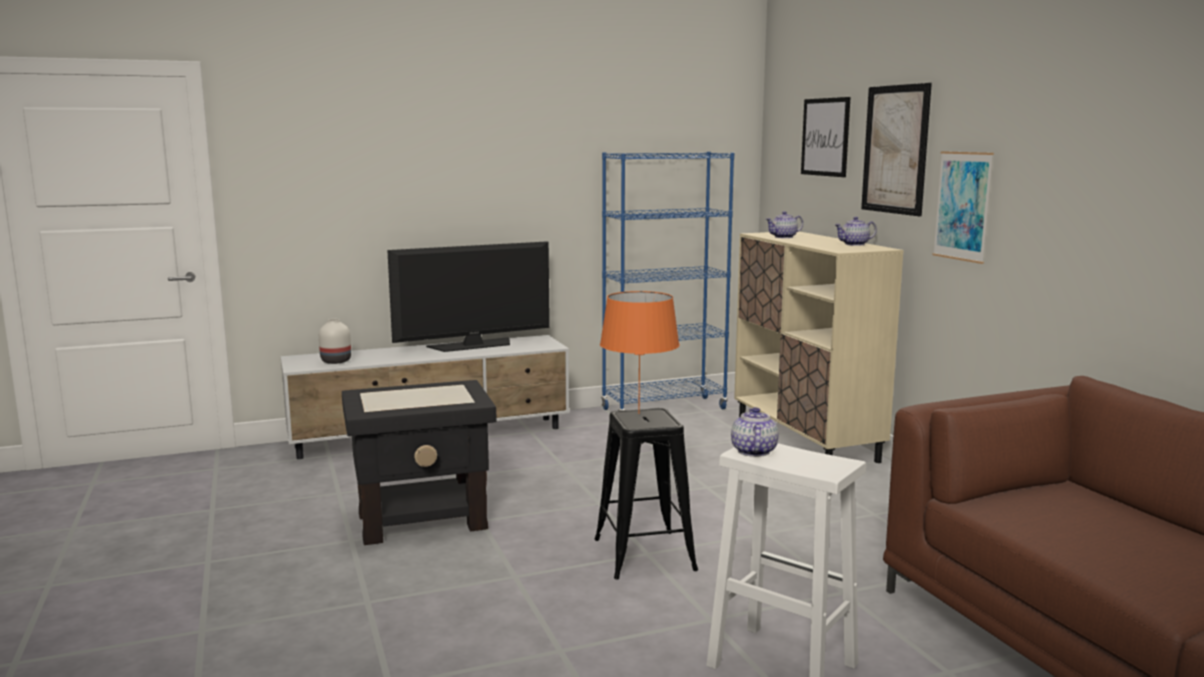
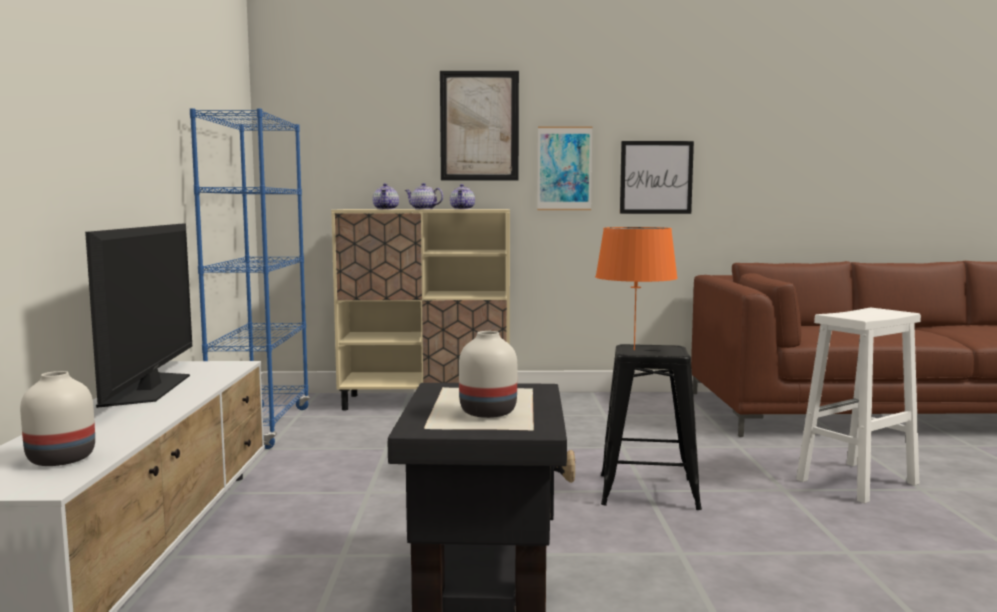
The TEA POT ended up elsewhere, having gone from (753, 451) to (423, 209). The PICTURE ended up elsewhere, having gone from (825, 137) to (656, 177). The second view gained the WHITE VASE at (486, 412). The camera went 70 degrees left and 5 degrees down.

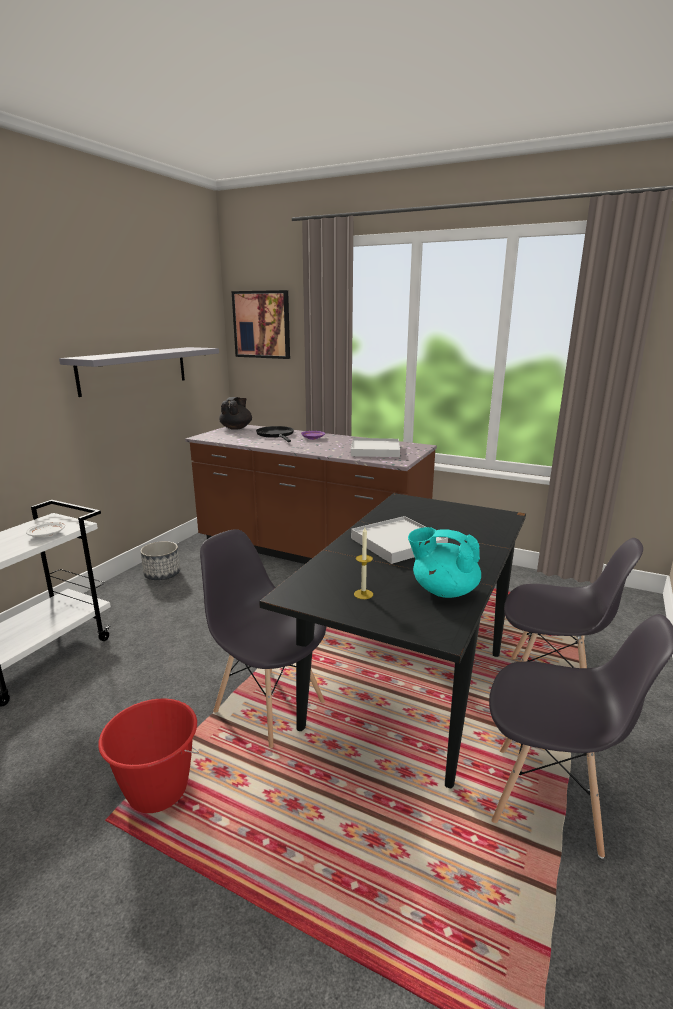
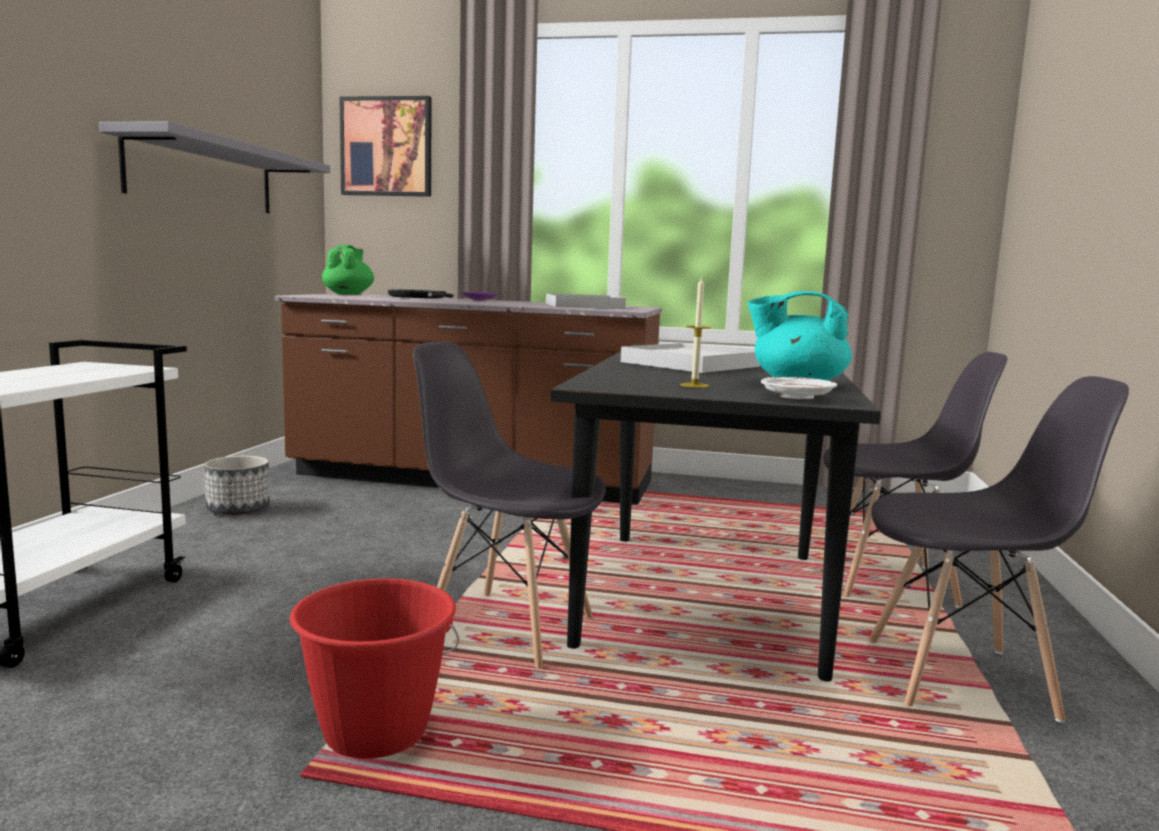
The WHITE DINNER PLATE ended up elsewhere, having gone from (47, 535) to (797, 397). What was the BLACK-COLOURED TEA POT at (236, 428) turned into the GREEN-COLOURED TEA POT at (348, 294). The camera went 15 degrees left and 10 degrees down.

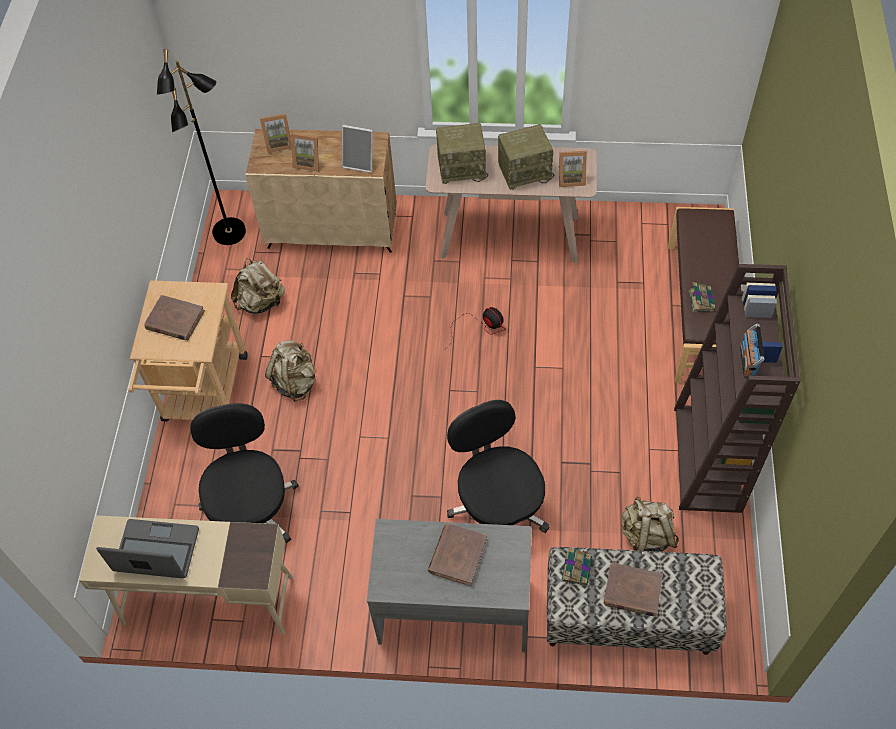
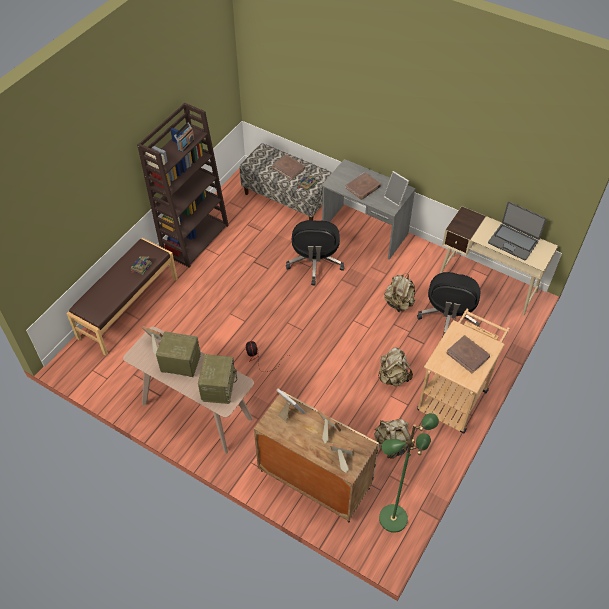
What was the BLACK-COLOURED STANDARD LAMP at (230, 233) turned into the GREEN-COLOURED STANDARD LAMP at (393, 517). The RADIO SET at (462, 167) ended up facing another way, 75 degrees clockwise from before. The BEIGE BACKPACK ended up elsewhere, having gone from (646, 536) to (399, 303). The second view gained the PICTURE FRAME at (396, 198). The camera went 155 degrees left and 5 degrees down.

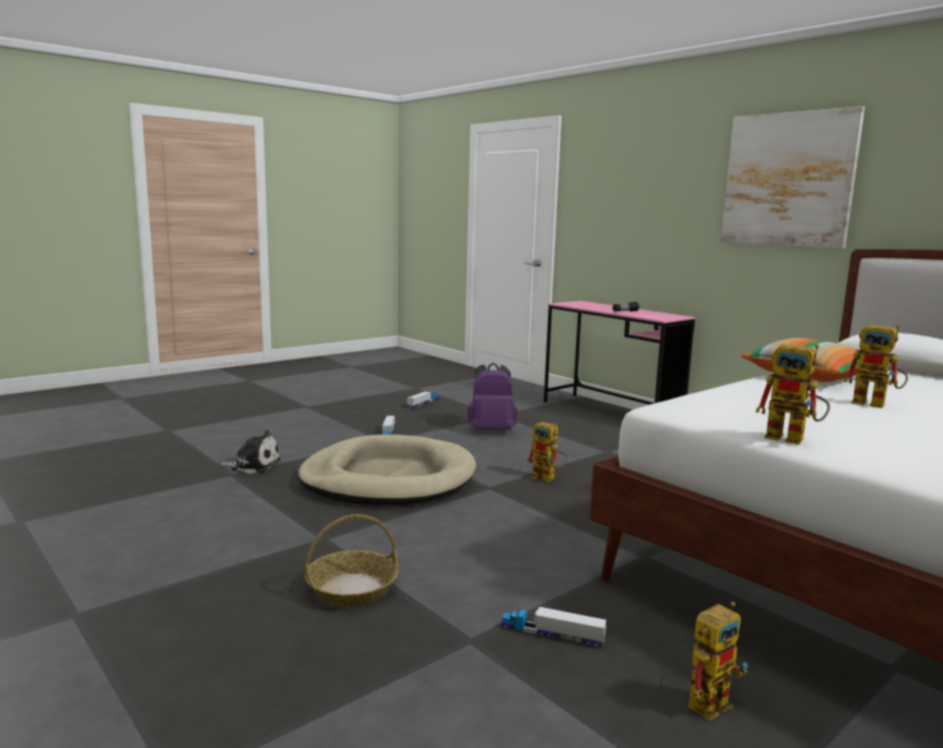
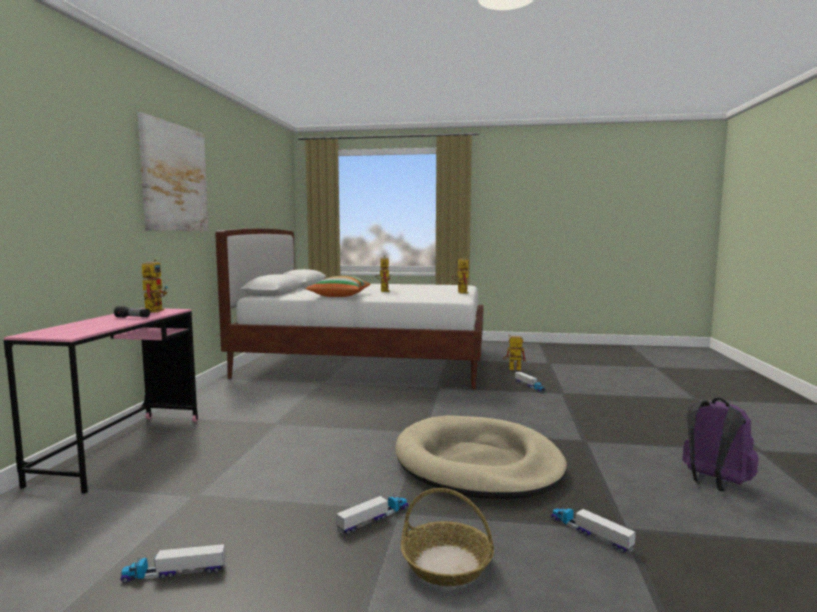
Where the PLUSH TOY stood at (253, 465), the TOY LORRY came to stand at (590, 534). The STORAGE BASKET ended up elsewhere, having gone from (352, 588) to (446, 564). The PURPLE BACKPACK ended up elsewhere, having gone from (491, 430) to (714, 483). The TOY ROBOT ended up elsewhere, having gone from (548, 478) to (154, 310). The camera went 130 degrees left and 5 degrees down.

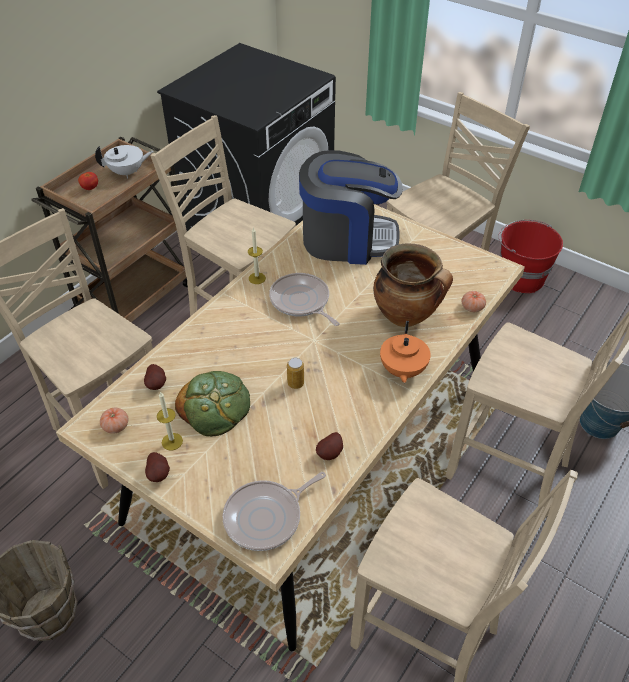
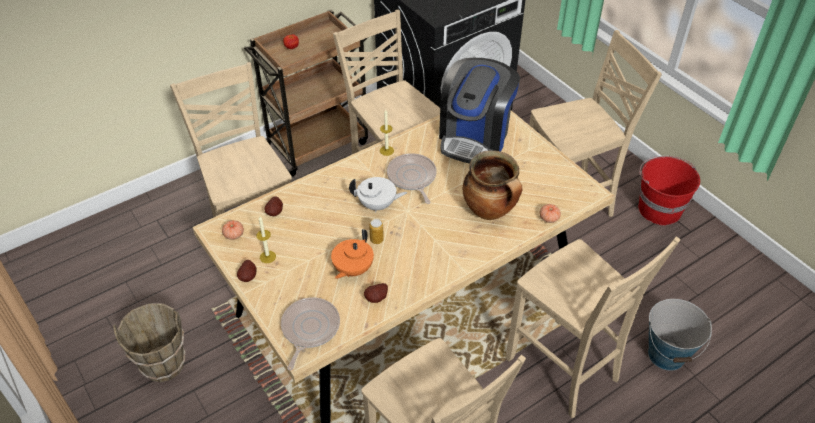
The WHITE TEA POT ended up elsewhere, having gone from (127, 172) to (377, 205). The second view lost the BAKERY BREAD at (214, 405). The SKILLET at (266, 517) ended up facing another way, 120 degrees clockwise from before. The COFFEE MAKER at (347, 239) ended up facing another way, 90 degrees clockwise from before. The ORANGEY TEA POT ended up elsewhere, having gone from (402, 370) to (352, 269). The camera went 20 degrees right and 0 degrees up.

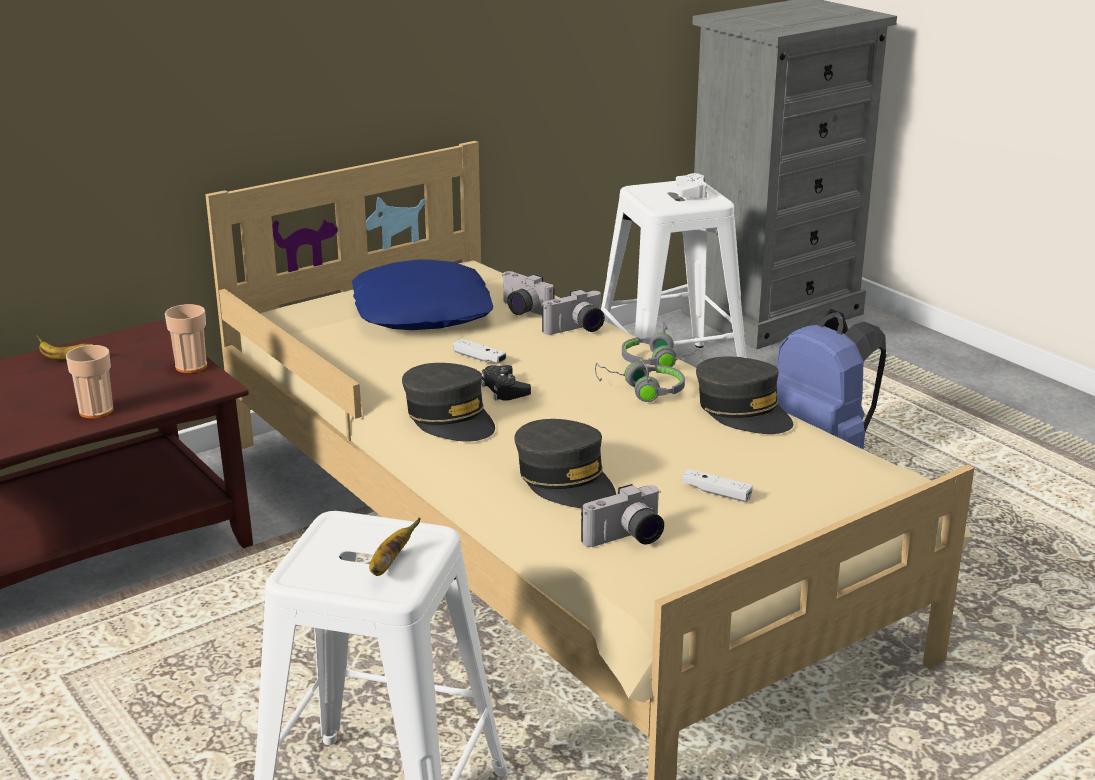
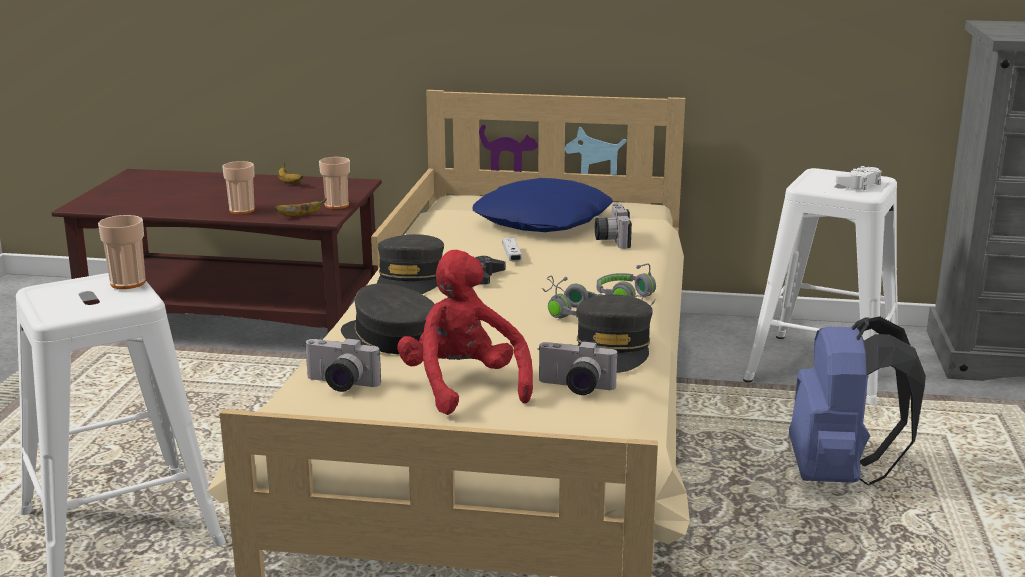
The WHOLE BANANA ended up elsewhere, having gone from (389, 564) to (300, 216). The GREYISH CAP at (565, 480) ended up facing another way, 120 degrees clockwise from before. The STILL CAMERA ended up elsewhere, having gone from (577, 330) to (575, 388). Where the WHITE GAME CONTROLLER stood at (716, 493), the RED-COLOURED PLUSH TOY came to stand at (463, 386). The second view gained the CUP at (128, 283). The camera went 45 degrees right and 5 degrees down.

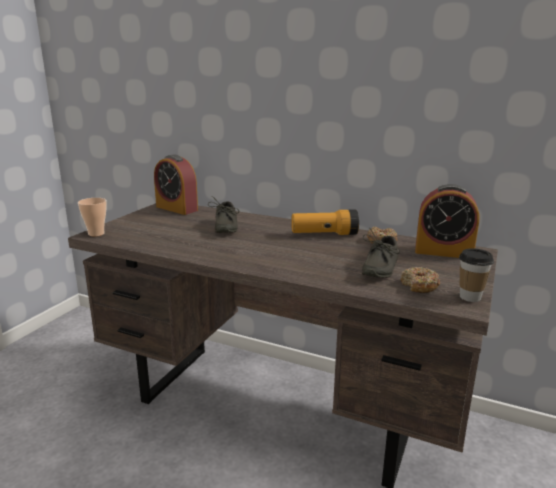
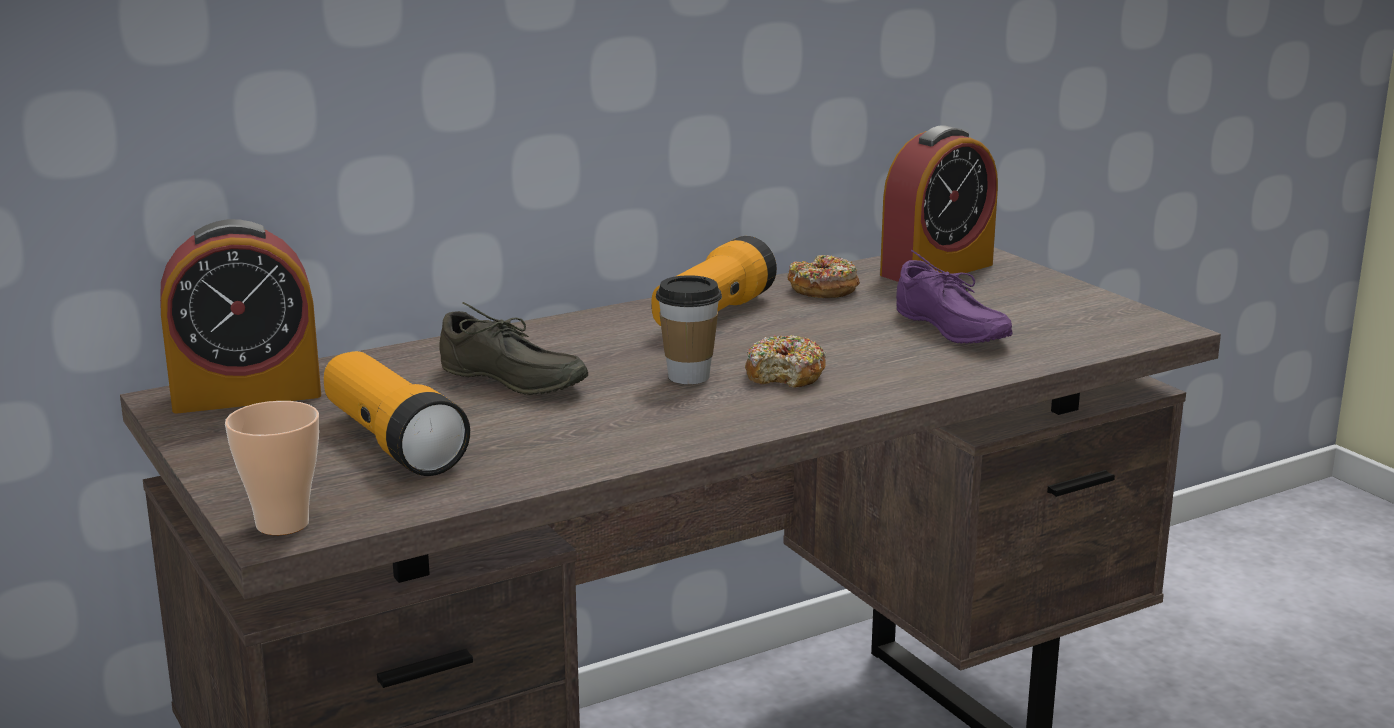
What was the GREYISH ITEM OF FOOTWEAR at (377, 268) turned into the PURPLE ITEM OF FOOTWEAR at (947, 330). The DOUGHNUT ended up elsewhere, having gone from (419, 286) to (785, 375). The CUP ended up elsewhere, having gone from (470, 297) to (688, 376). The second view gained the FLASHLIGHT at (393, 442). The camera went 55 degrees left and 0 degrees up.

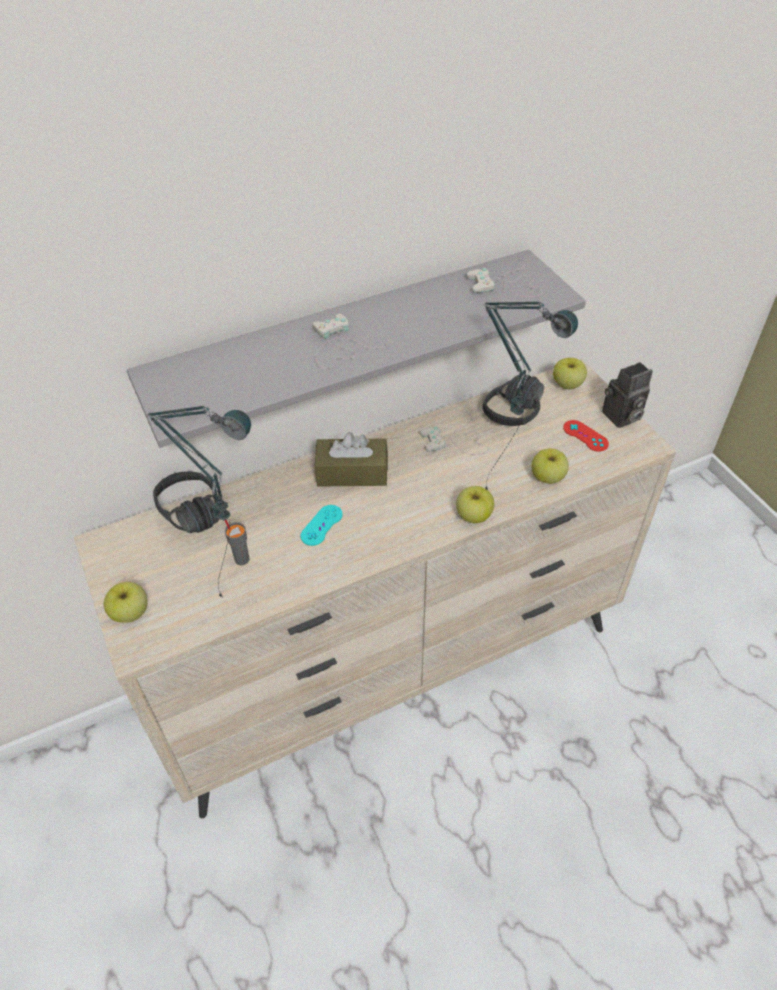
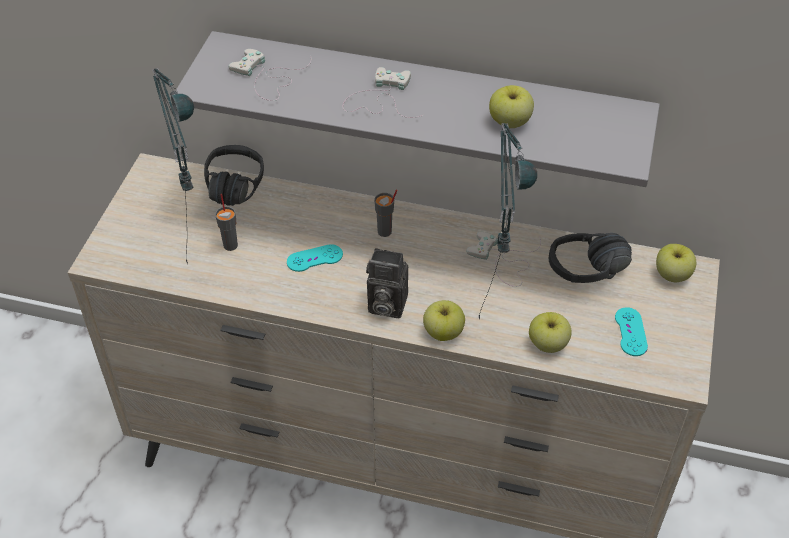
The APPLE ended up elsewhere, having gone from (130, 613) to (509, 122). Where the BROWNISH TISSUE BOX stood at (352, 473), the GREYISH CUP came to stand at (385, 232). The WHITE GAME CONTROLLER ended up elsewhere, having gone from (507, 284) to (267, 77). What was the RED-COLOURED GAME CONTROLLER at (585, 436) turned into the TURQUOISE GAME CONTROLLER at (630, 332). The STILL CAMERA ended up elsewhere, having gone from (621, 417) to (385, 305). The camera went 40 degrees right and 0 degrees up.

